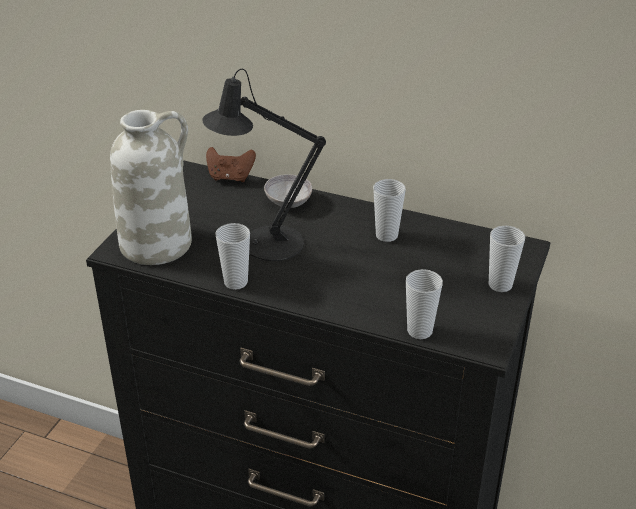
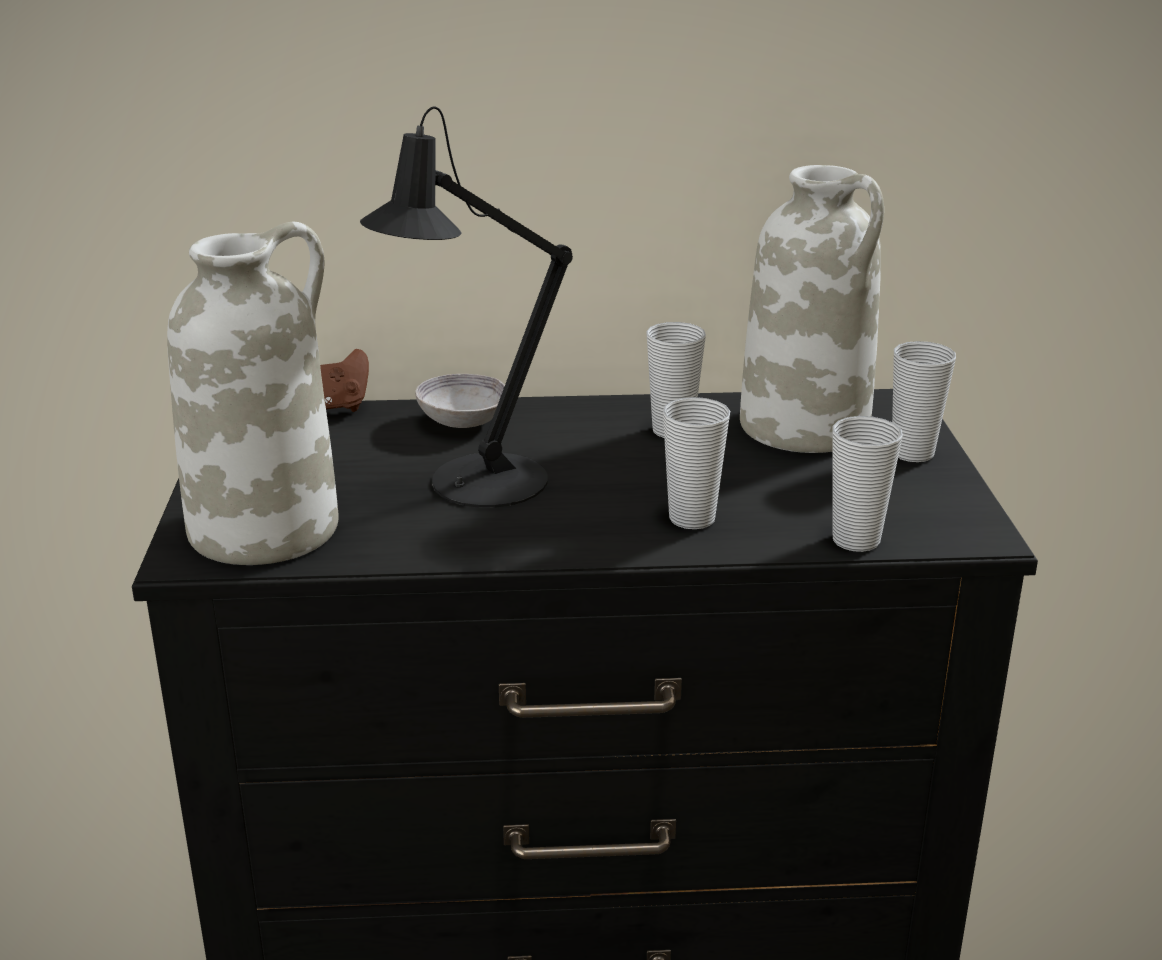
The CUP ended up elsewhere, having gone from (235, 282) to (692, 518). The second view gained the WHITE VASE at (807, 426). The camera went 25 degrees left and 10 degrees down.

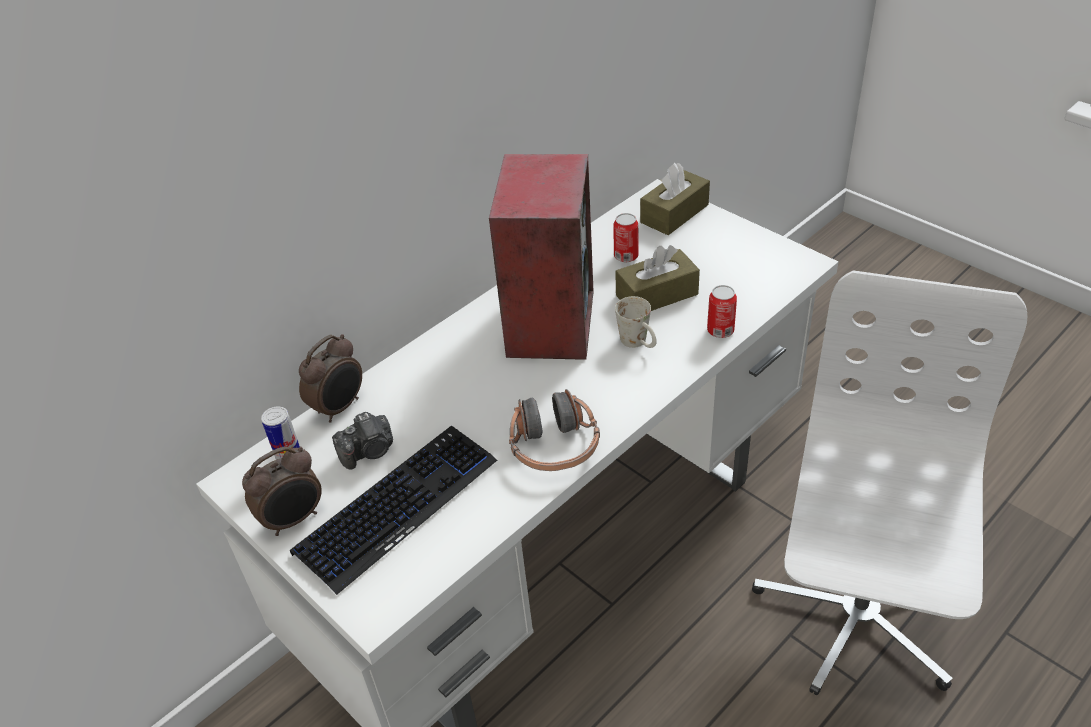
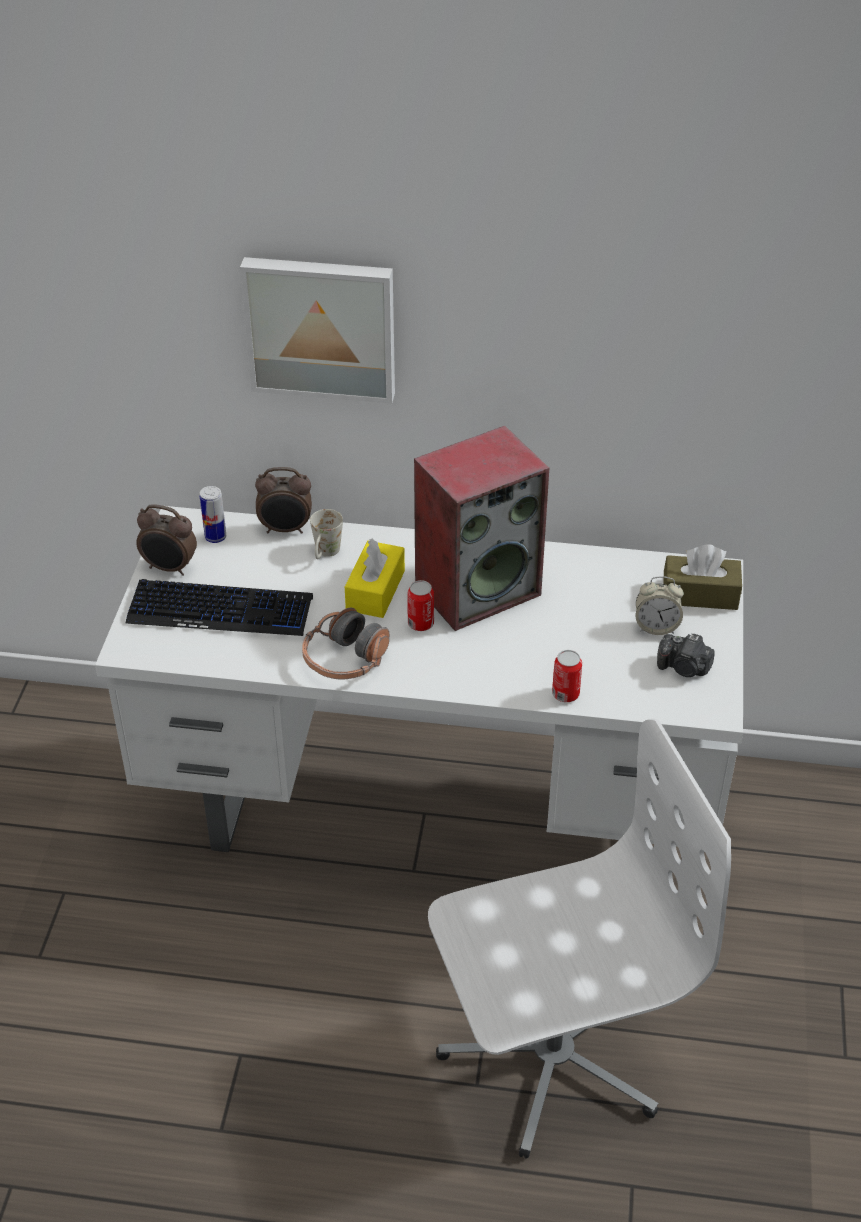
The STILL CAMERA ended up elsewhere, having gone from (369, 451) to (684, 668). The SEALED CAN ended up elsewhere, having gone from (626, 256) to (420, 623). The second view lost the BROWNISH TISSUE BOX at (657, 295). The WHITE COFFEE MUG ended up elsewhere, having gone from (639, 344) to (325, 554). The second view gained the PICTURE at (321, 327). The second view gained the YELLOWISH TISSUE BOX at (375, 590). The second view gained the TABLE CLOCK at (656, 627). The camera went 50 degrees right and 0 degrees up.

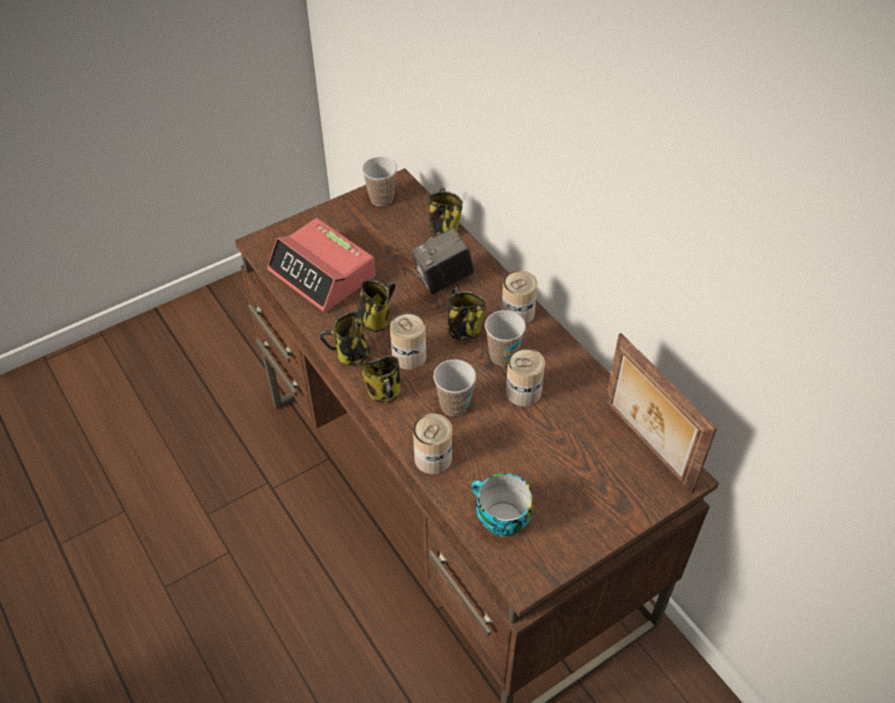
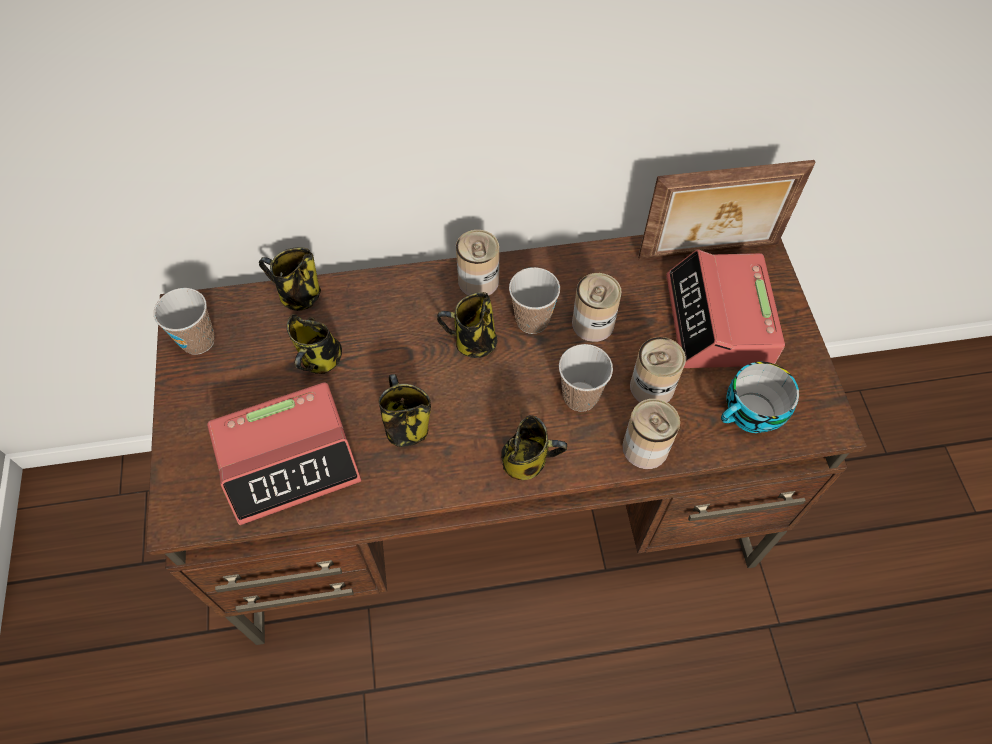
The COFFEE MUG ended up elsewhere, having gone from (350, 355) to (320, 360). The SEALED CAN ended up elsewhere, having gone from (409, 356) to (652, 387). The second view lost the STILL CAMERA at (443, 280). The second view gained the TABLE CLOCK at (719, 321). The camera went 65 degrees left and 10 degrees up.

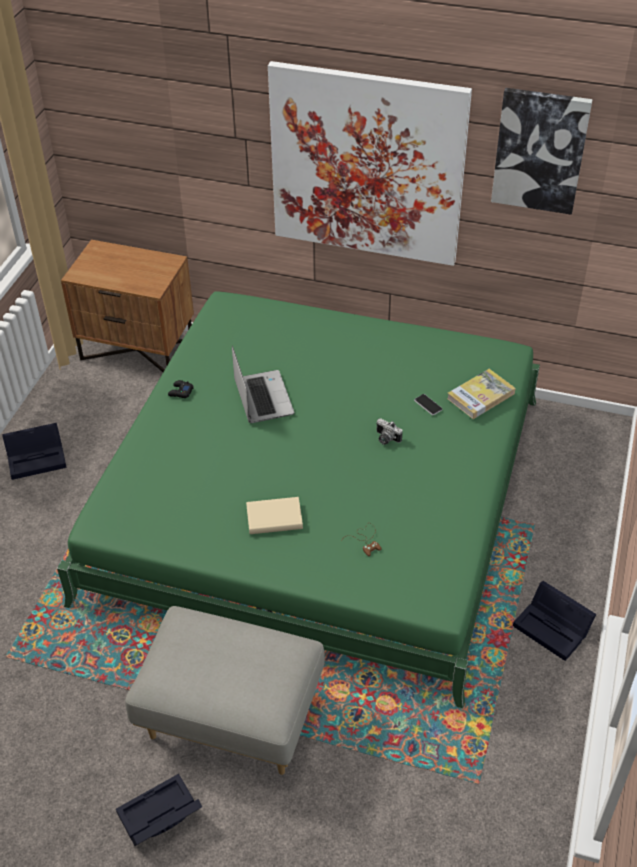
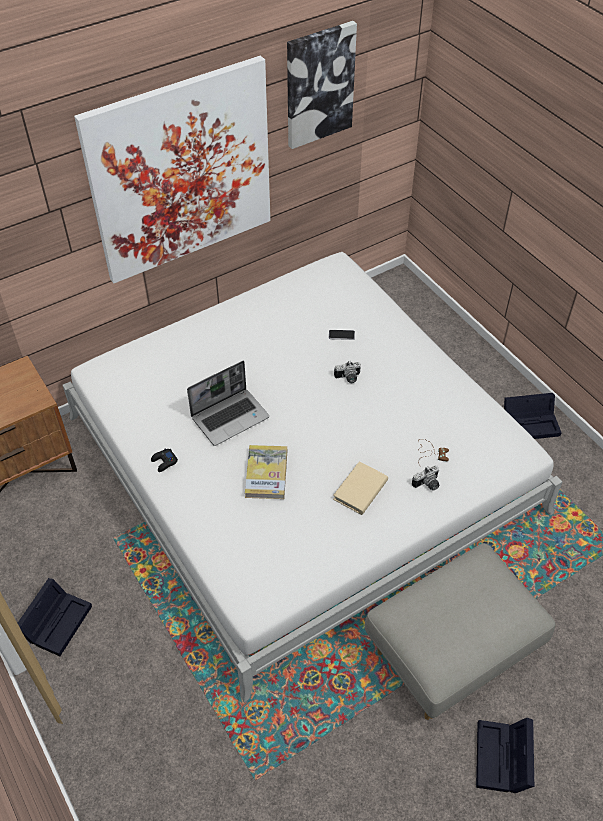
What was the GREEN-COLOURED BED at (318, 497) turned into the WHITE BED at (301, 464). The LAPTOP at (262, 397) ended up facing another way, 120 degrees clockwise from before. The VOLUME ended up elsewhere, having gone from (480, 396) to (266, 474). The second view gained the STILL CAMERA at (427, 485). The camera went 50 degrees left and 5 degrees up.

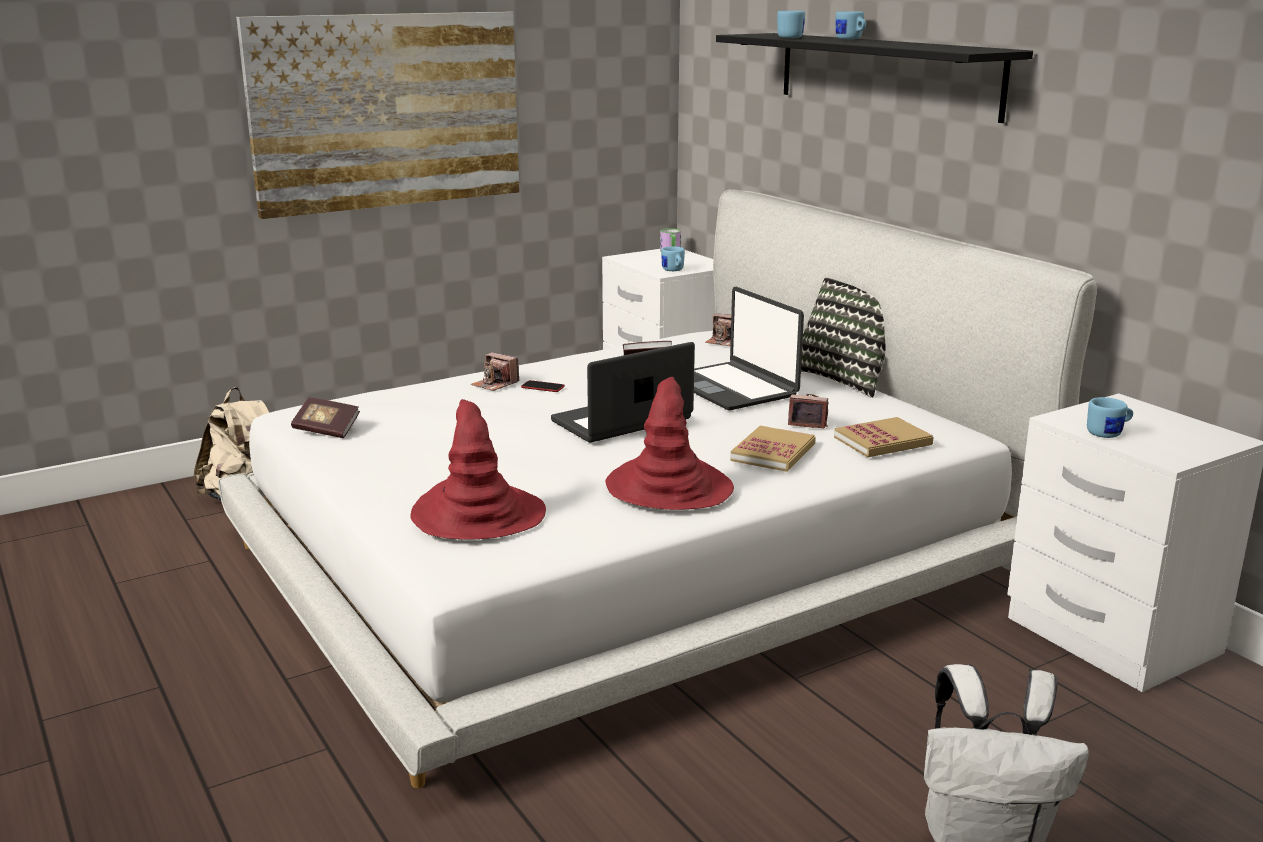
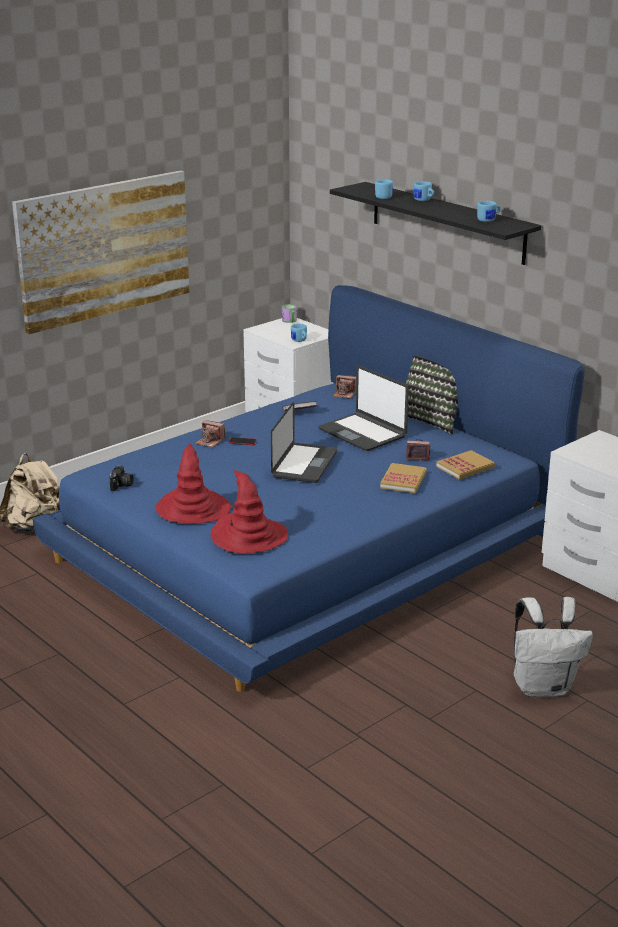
What was the WHITE BED at (630, 555) turned into the BLUISH BED at (308, 546). Where the VOLUME stood at (326, 430), the STILL CAMERA came to stand at (122, 485). The LAPTOP at (622, 420) ended up facing another way, 150 degrees clockwise from before. The RED-COLOURED WEARABLE HAT ended up elsewhere, having gone from (669, 487) to (193, 508). The BLUISH COFFEE MUG ended up elsewhere, having gone from (1109, 433) to (489, 220). The camera went 10 degrees left and 5 degrees up.

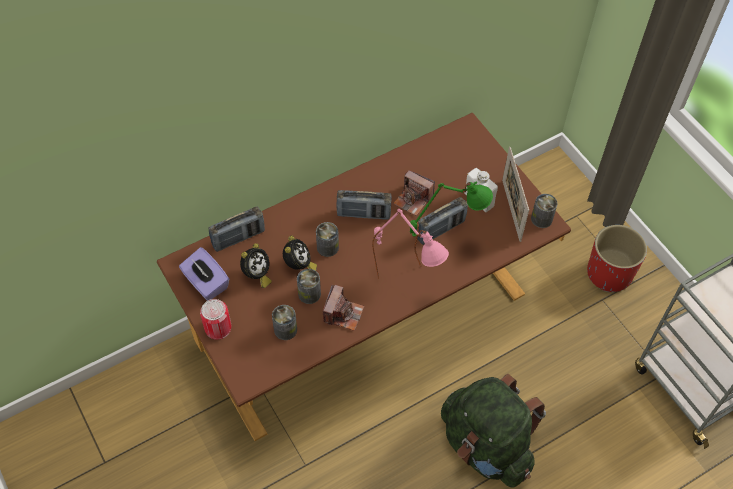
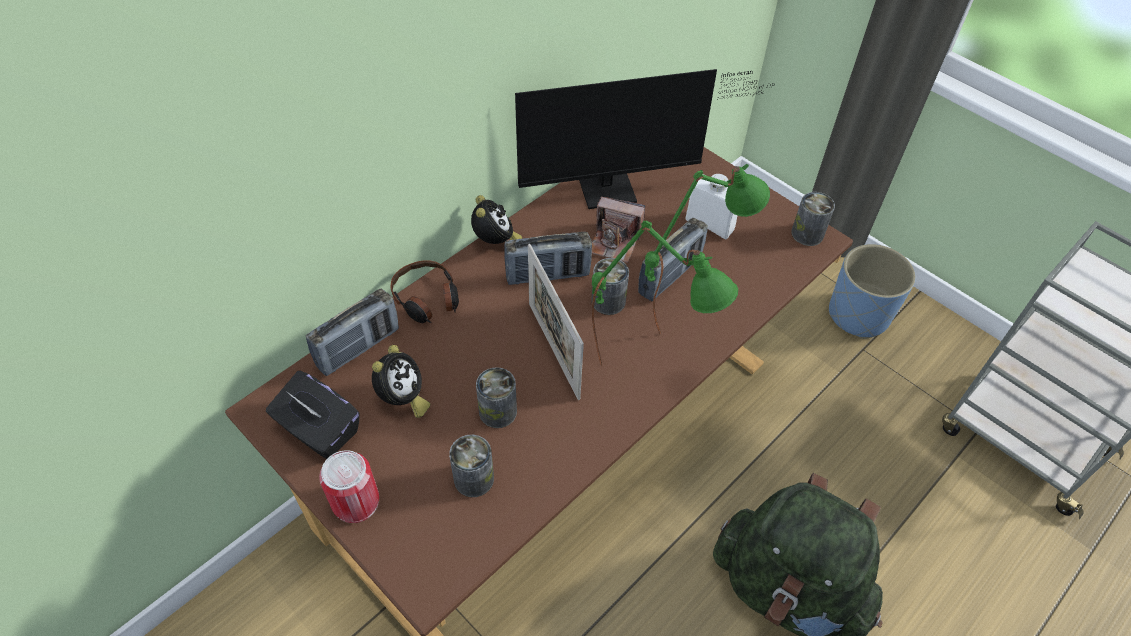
What was the PURPLE TISSUE BOX at (206, 283) turned into the BLACK-COLOURED TISSUE BOX at (319, 430). The TABLE CLOCK ended up elsewhere, having gone from (299, 266) to (496, 243). The SEALED CAN ended up elsewhere, having gone from (327, 247) to (608, 301). The second view lost the STILL CAMERA at (343, 314). What was the PINK TABLE LAMP at (406, 287) turned into the GREEN-COLOURED TABLE LAMP at (648, 368). The PICTURE FRAME ended up elsewhere, having gone from (511, 210) to (553, 350). What was the RED-COLOURED PLANTER at (609, 273) turned into the BLUISH PLANTER at (859, 315). The second view gained the PAIR OF HEADPHONES at (427, 299). The second view gained the COMPUTER DISPLAY at (616, 189). The camera went 15 degrees left and 5 degrees down.

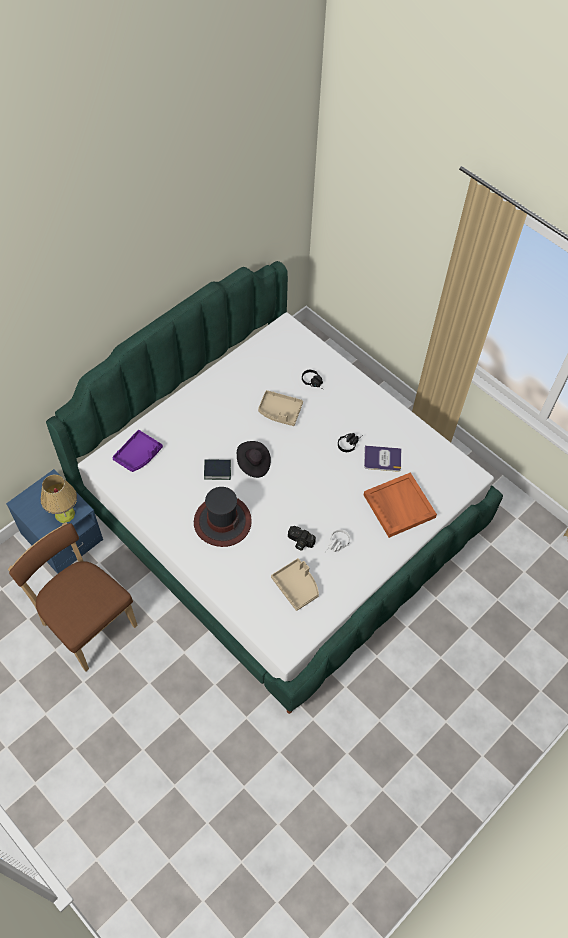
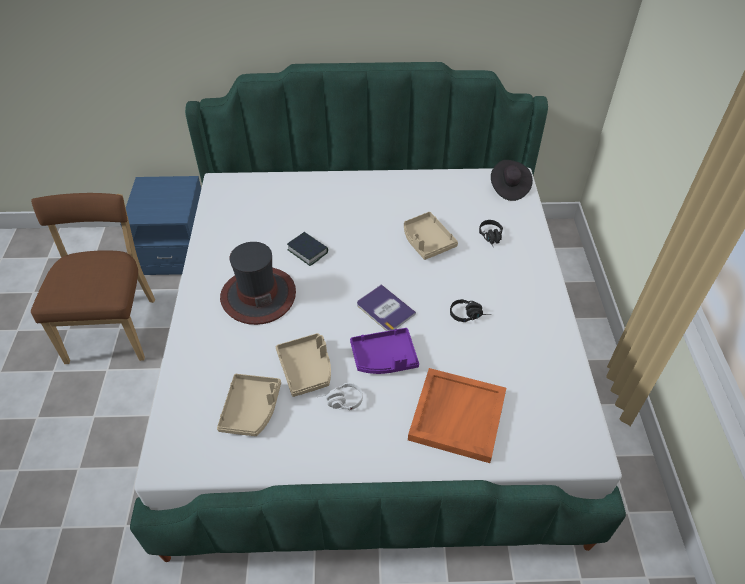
The second view lost the TABLE LAMP at (64, 513). The PURPLE CARRYING TRAY ended up elsewhere, having gone from (138, 455) to (384, 358). The BLACK-COLOURED WEARABLE HAT ended up elsewhere, having gone from (253, 464) to (509, 188). Where the STILL CAMERA stood at (299, 542), the BEIGE CARRYING TRAY came to stand at (306, 369). The VOLUME ended up elsewhere, having gone from (382, 459) to (385, 309). The camera went 45 degrees right and 10 degrees down.

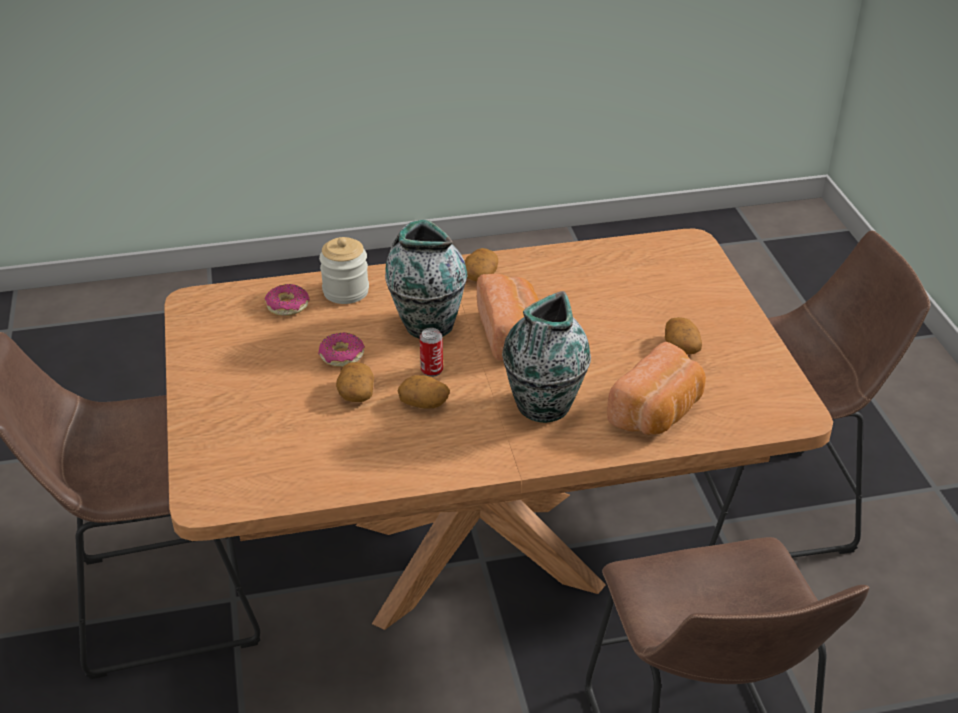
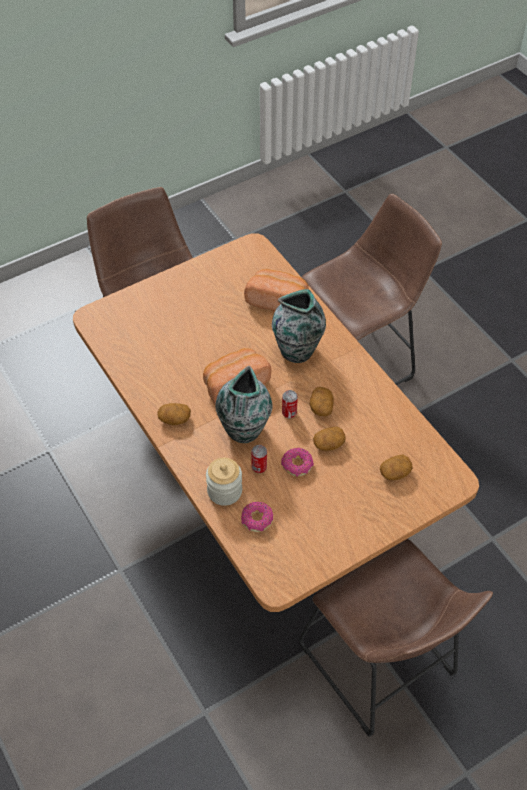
The WHOLE POTATO ended up elsewhere, having gone from (681, 346) to (395, 473). The second view gained the SEALED CAN at (259, 467). The camera went 110 degrees left and 15 degrees up.

